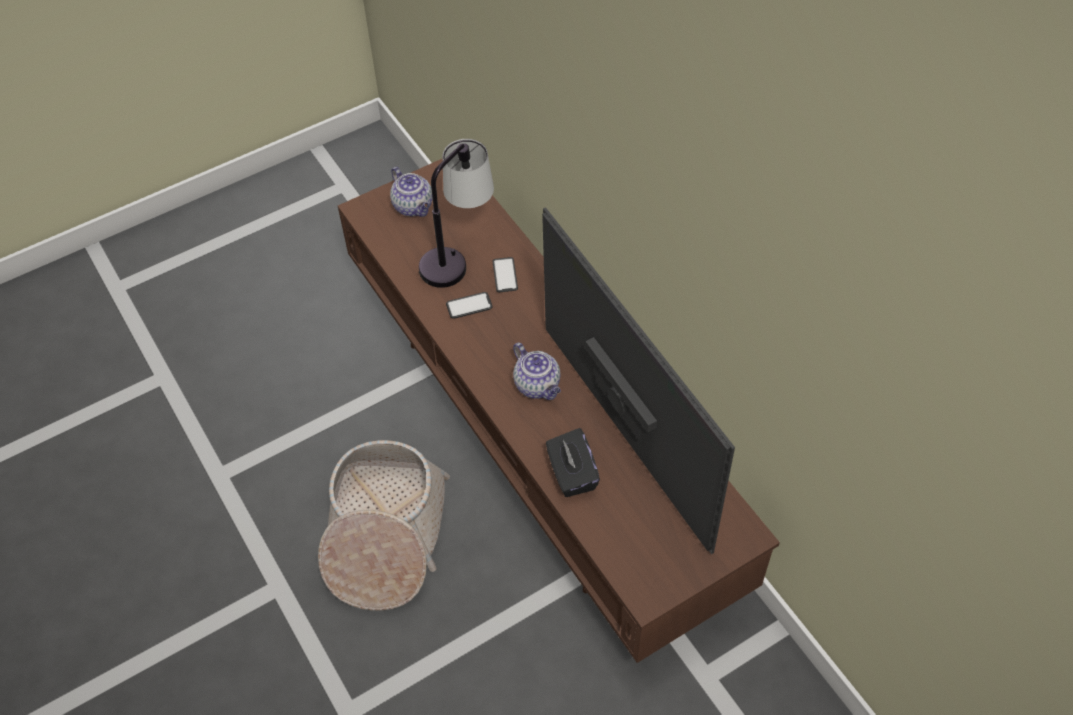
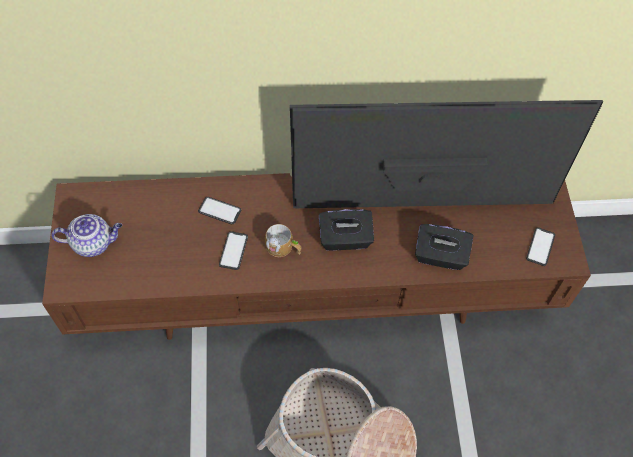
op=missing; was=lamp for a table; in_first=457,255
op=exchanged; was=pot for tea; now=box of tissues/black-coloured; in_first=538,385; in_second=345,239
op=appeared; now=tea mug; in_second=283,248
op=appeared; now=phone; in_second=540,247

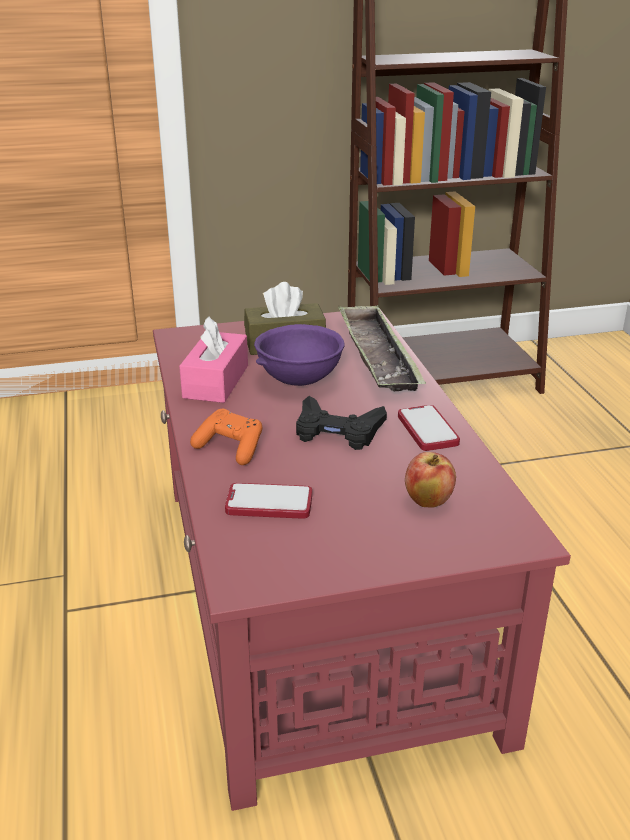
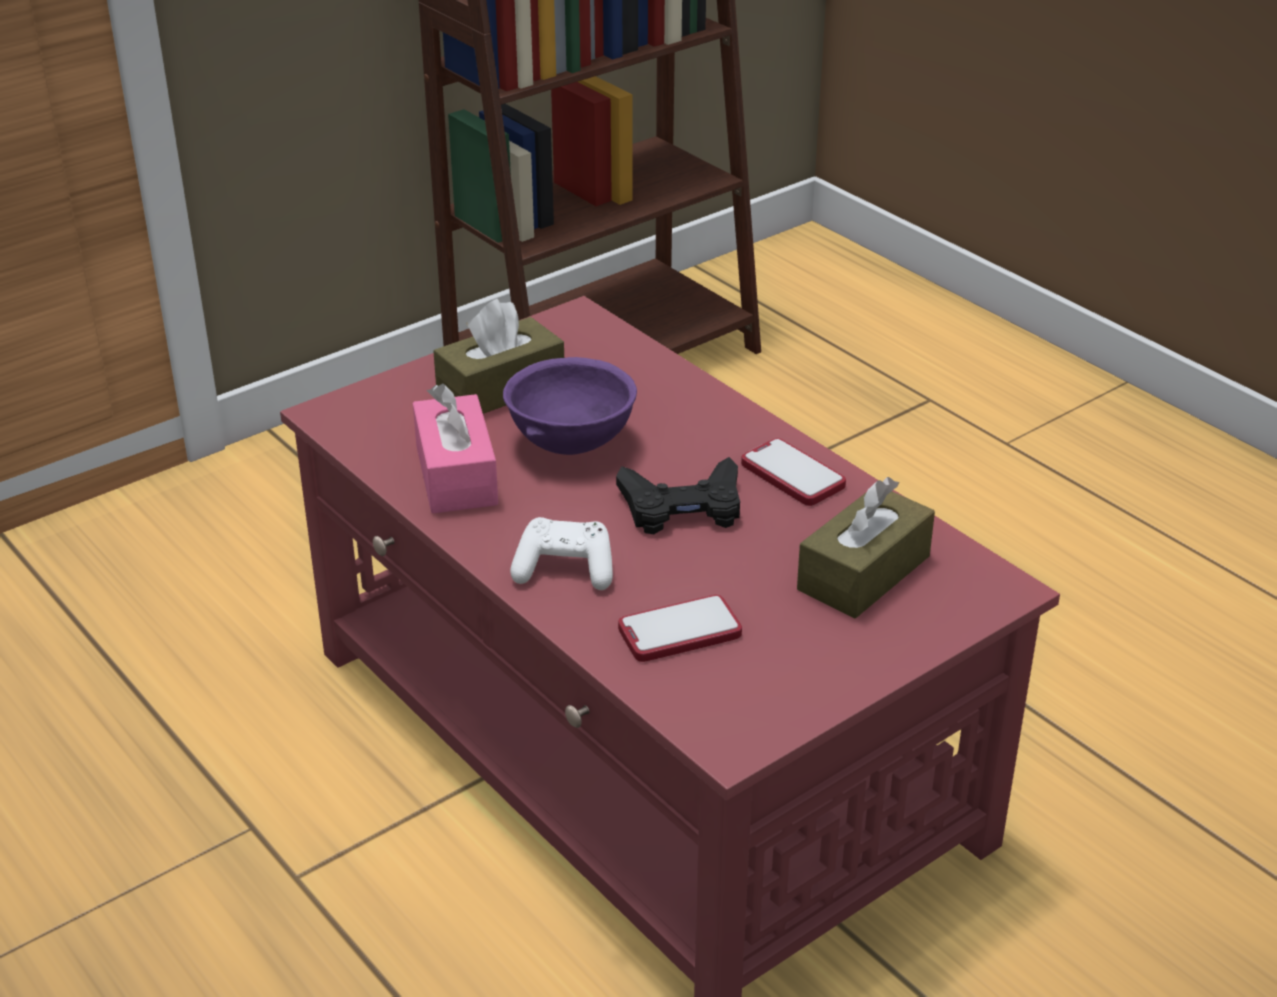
op=missing; was=tray; in_first=377,356
op=colour; was=gamepad/orange-coloured; now=gamepad/white; in_first=230,448; in_second=565,570
op=exchanged; was=whole apple; now=box of tissues/brown-coloured; in_first=428,501; in_second=863,573

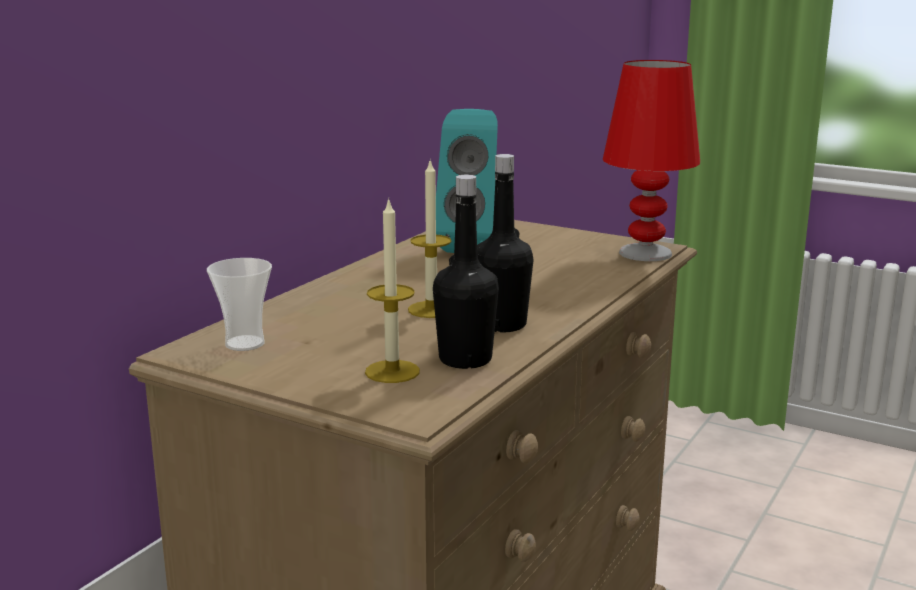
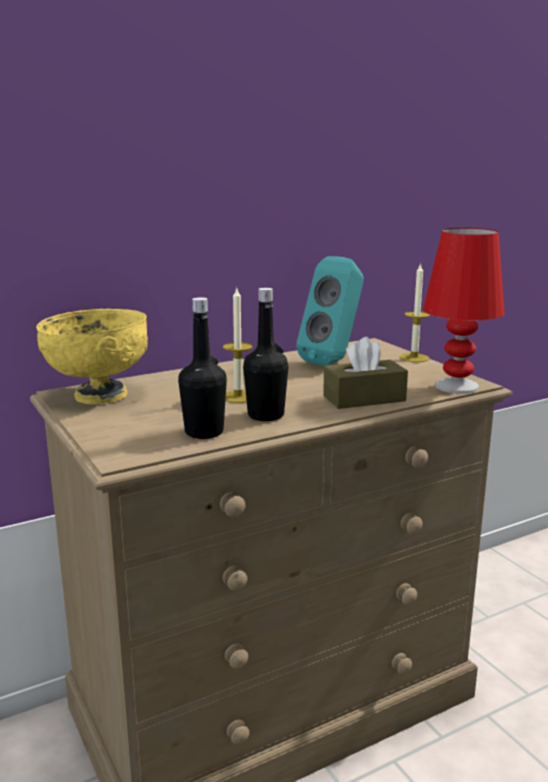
op=relocated; was=candle; in_first=392,371; in_second=414,358
op=exchanged; was=cup; now=bowl/yellowish; in_first=245,344; in_second=99,395
op=appeared; now=box of tissues/brown-coloured; in_second=364,398

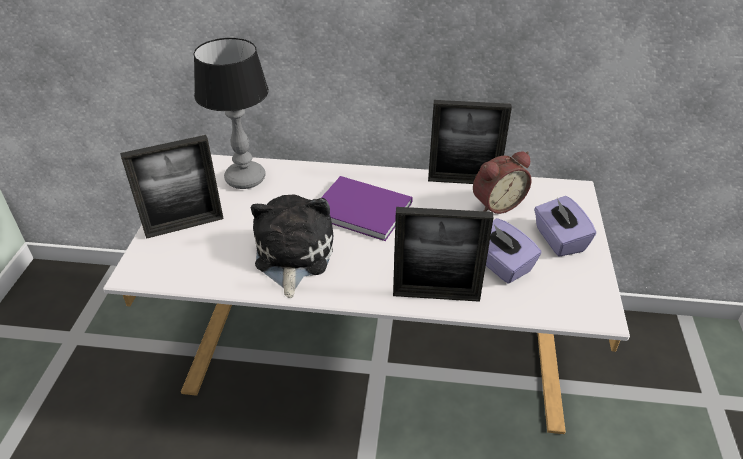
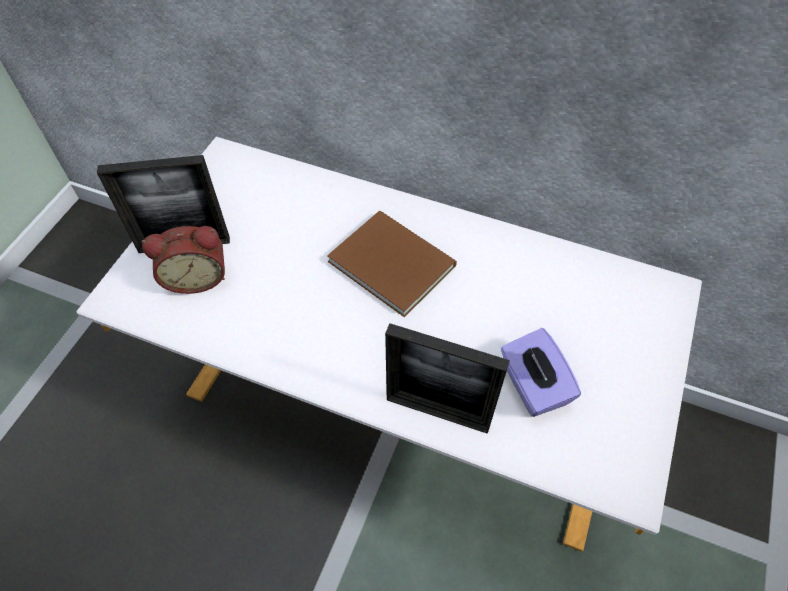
op=missing; was=lamp for a table; in_first=245,178
op=missing; was=picture frame; in_first=463,181
op=relocated; was=table clock; in_first=496,203; in_second=197,277
op=colour; was=book/purple-coloured; now=book/brown-coloured; in_first=360,207; in_second=391,260
op=missing; was=soft toy; in_first=292,256
op=missing; was=box of tissues/purple-coloured; in_first=558,240

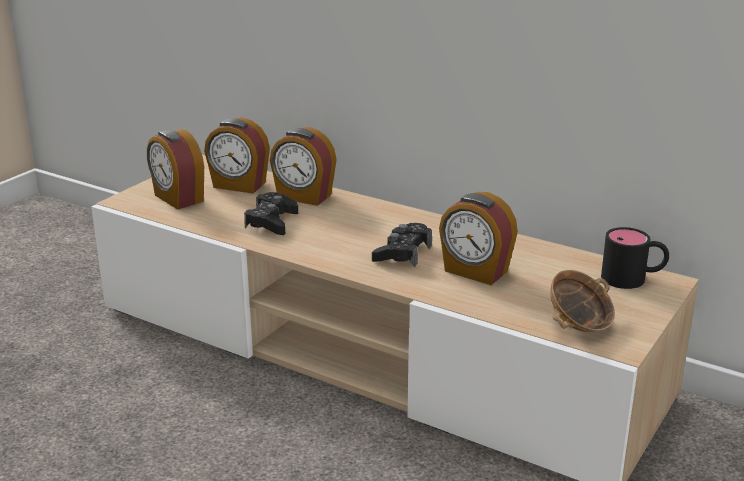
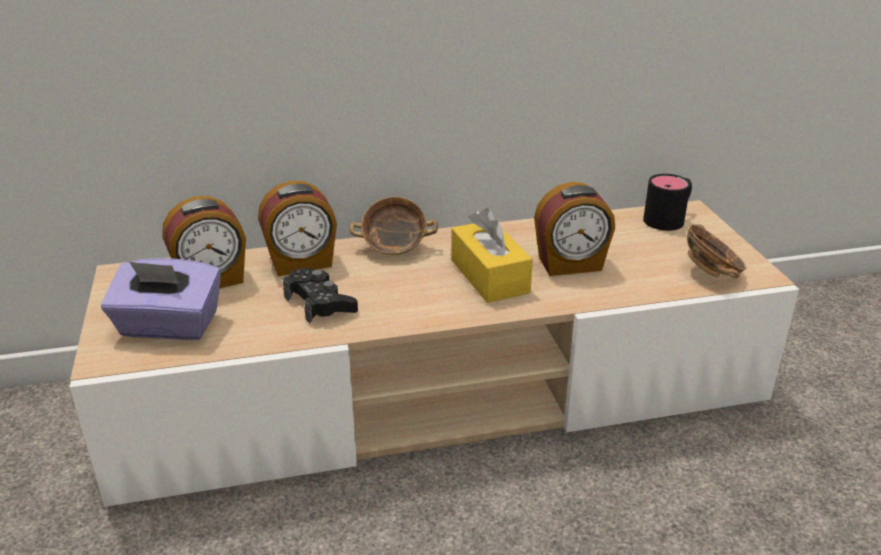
op=exchanged; was=table clock; now=box of tissues/purple-coloured; in_first=177,199; in_second=169,326
op=exchanged; was=gamepad/black-coloured; now=box of tissues/yellowish; in_first=402,253; in_second=489,276
op=appeared; now=bowl; in_second=394,249

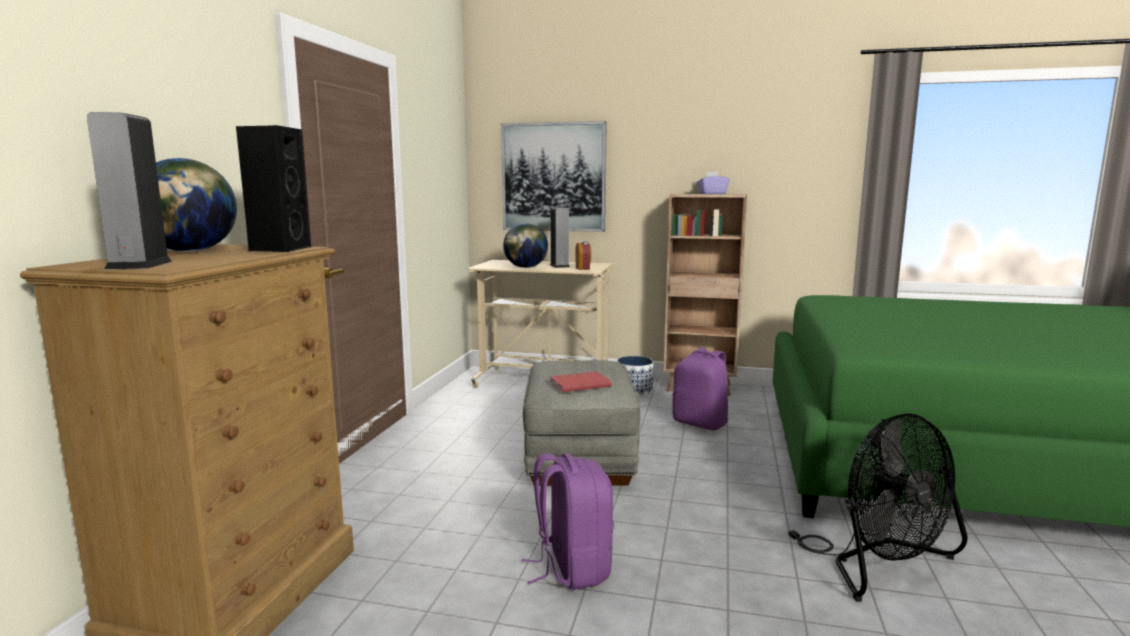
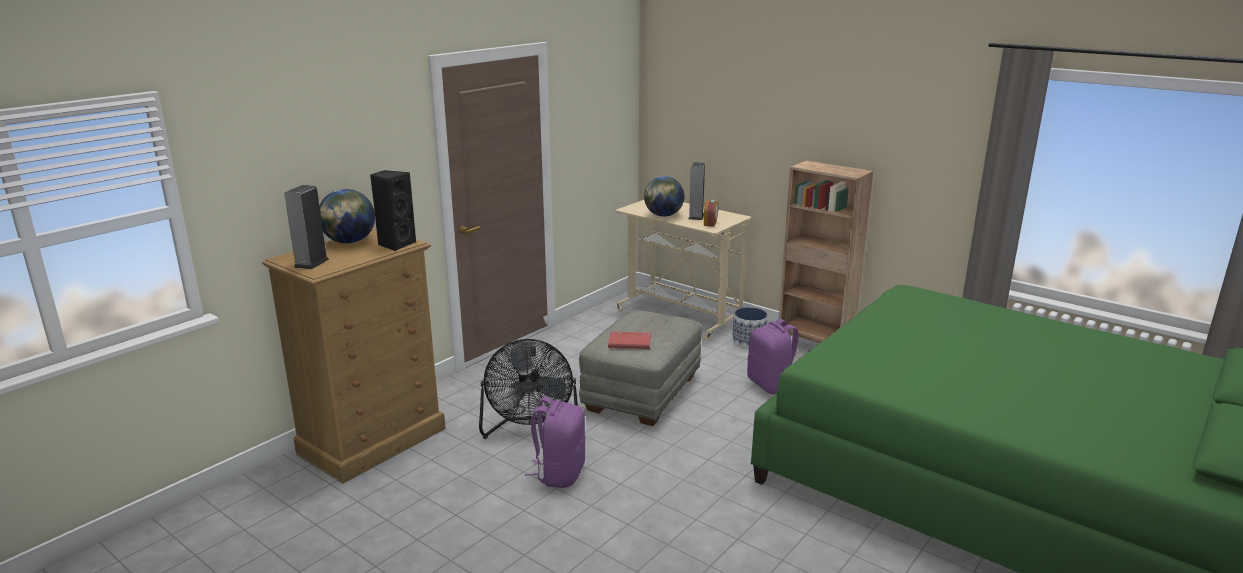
op=missing; was=wall picture; in_first=553,177
op=missing; was=box of tissues/purple-coloured; in_first=712,194
op=relocated; was=electric fan/black-coloured; in_first=875,564; in_second=527,427

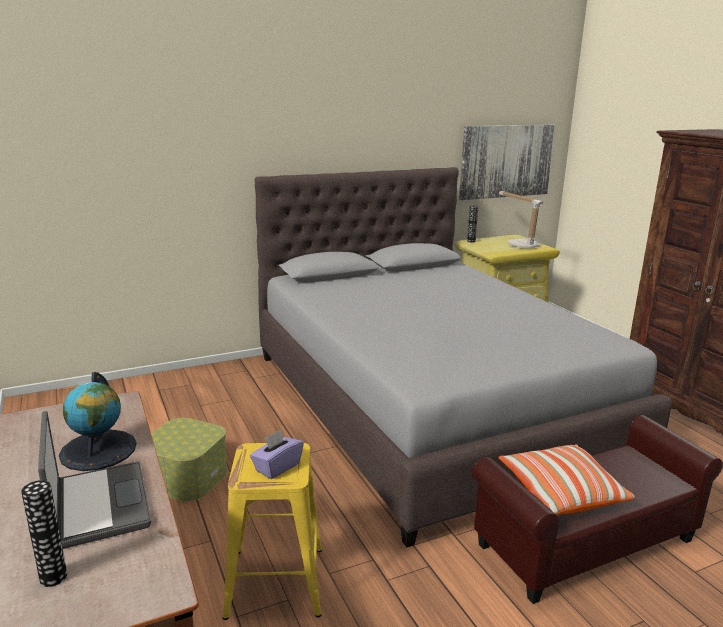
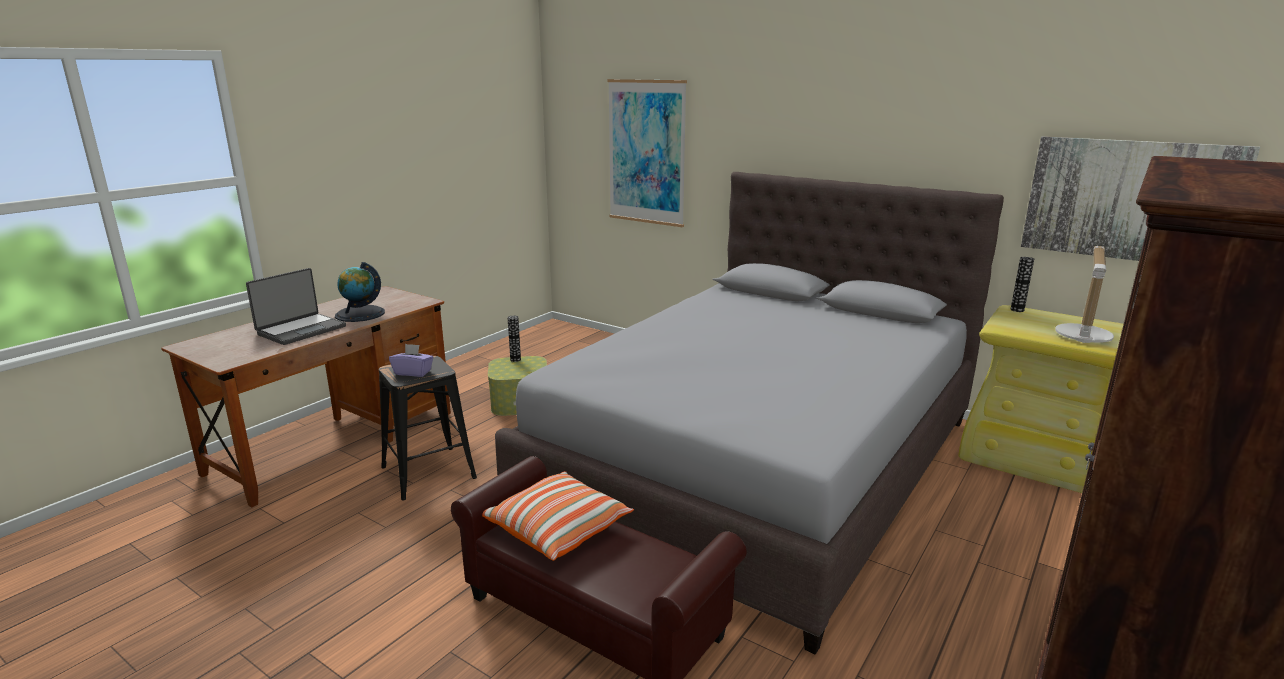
op=colour; was=sitting stool/yellowish; now=sitting stool/black-coloured; in_first=277,581; in_second=428,472
op=relocated; was=vase; in_first=53,577; in_second=515,359
op=appeared; now=wall picture; in_second=646,153

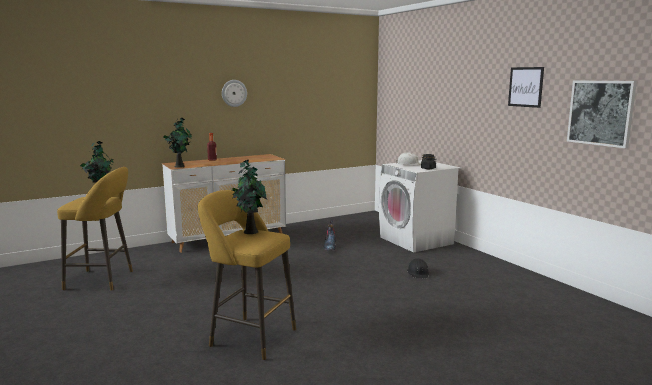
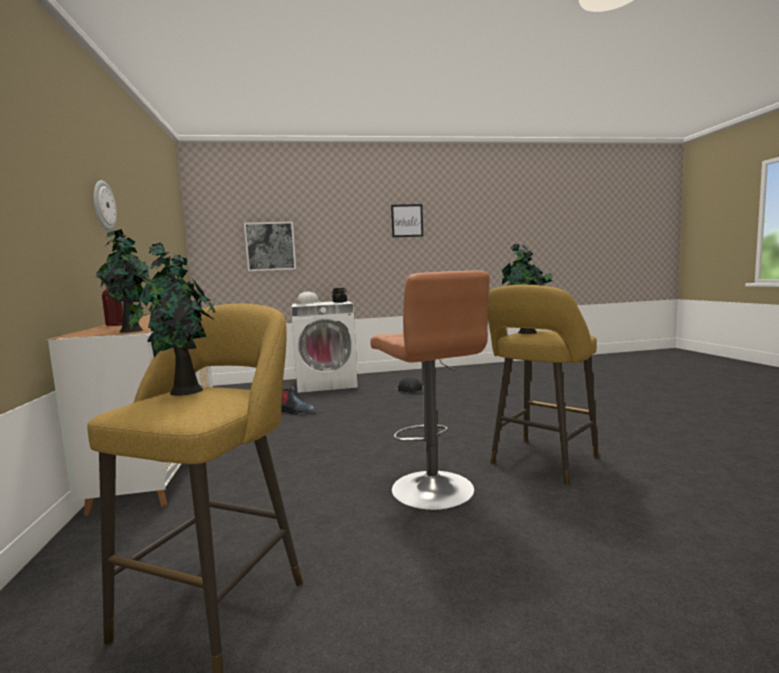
op=relocated; was=wall picture; in_first=600,112; in_second=270,246
op=appeared; now=sitting stool/brown-coloured; in_second=432,490

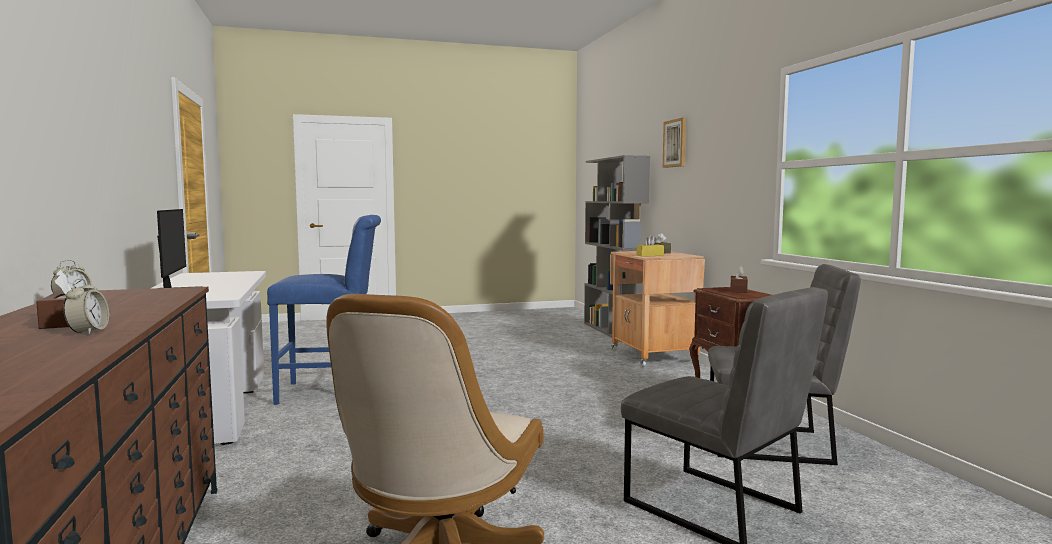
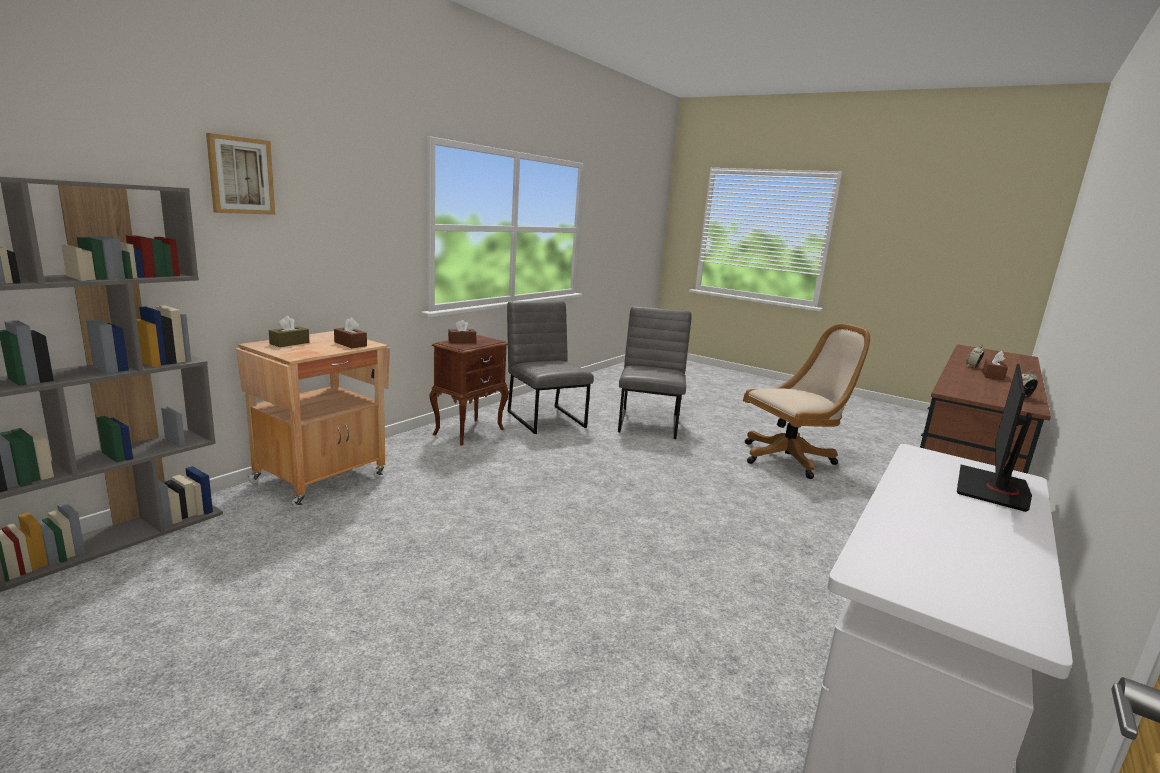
op=missing; was=sitting stool/bluish; in_first=331,392
op=colour; was=box of tissues/yellowish; now=box of tissues/brown-coloured; in_first=650,255; in_second=350,344

